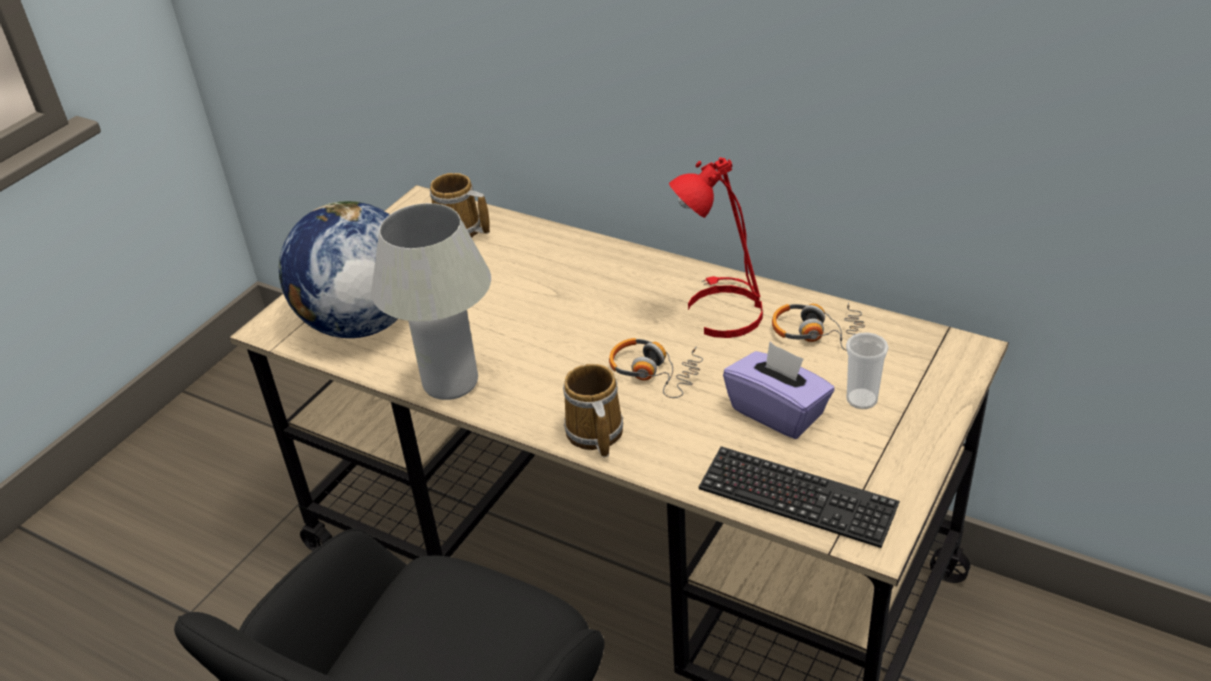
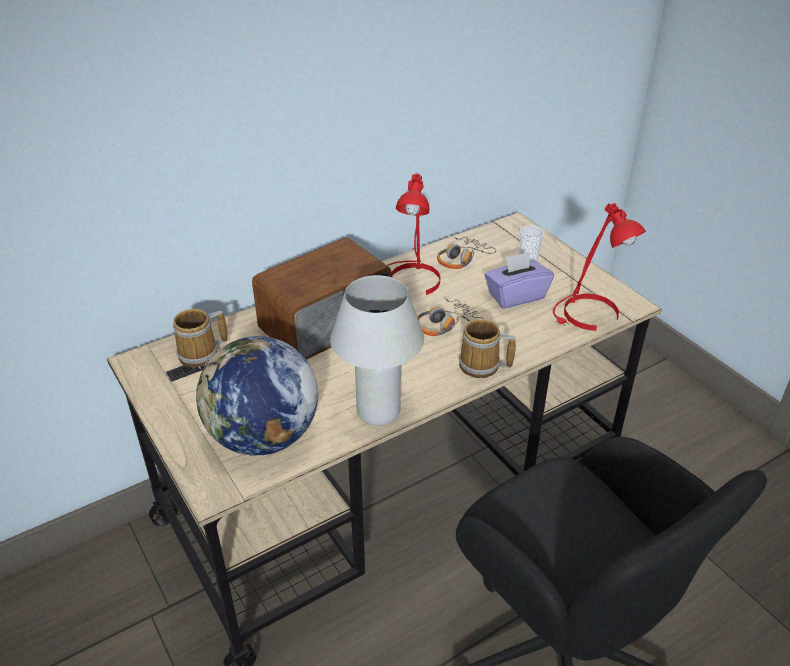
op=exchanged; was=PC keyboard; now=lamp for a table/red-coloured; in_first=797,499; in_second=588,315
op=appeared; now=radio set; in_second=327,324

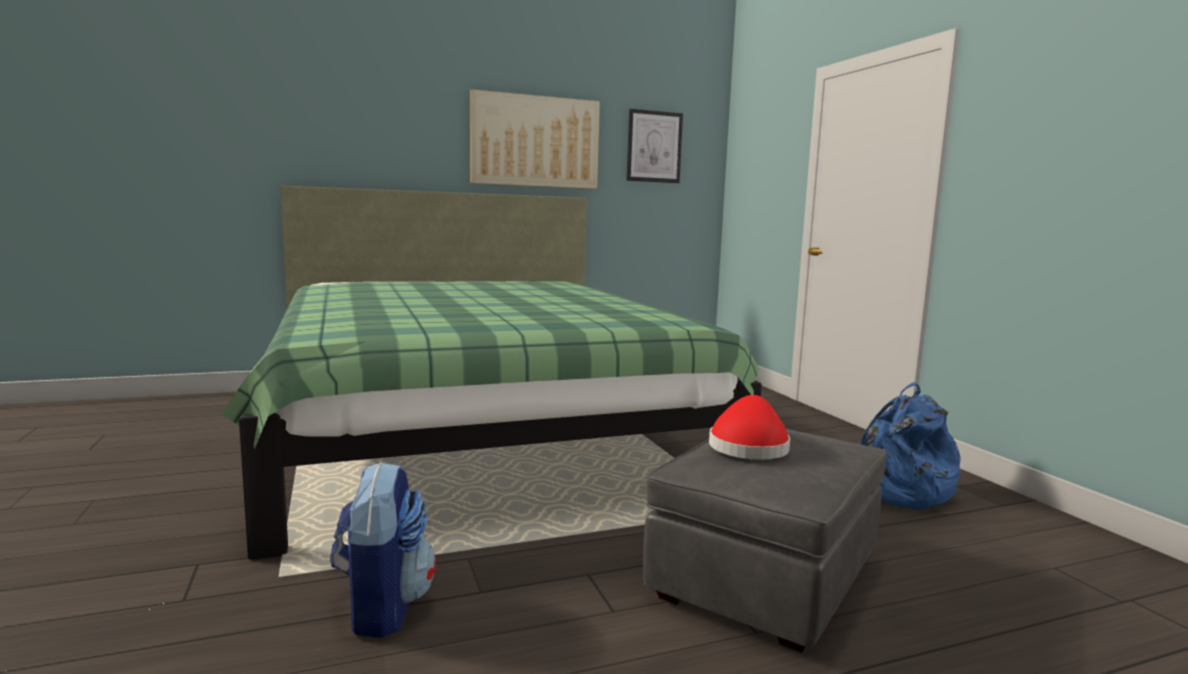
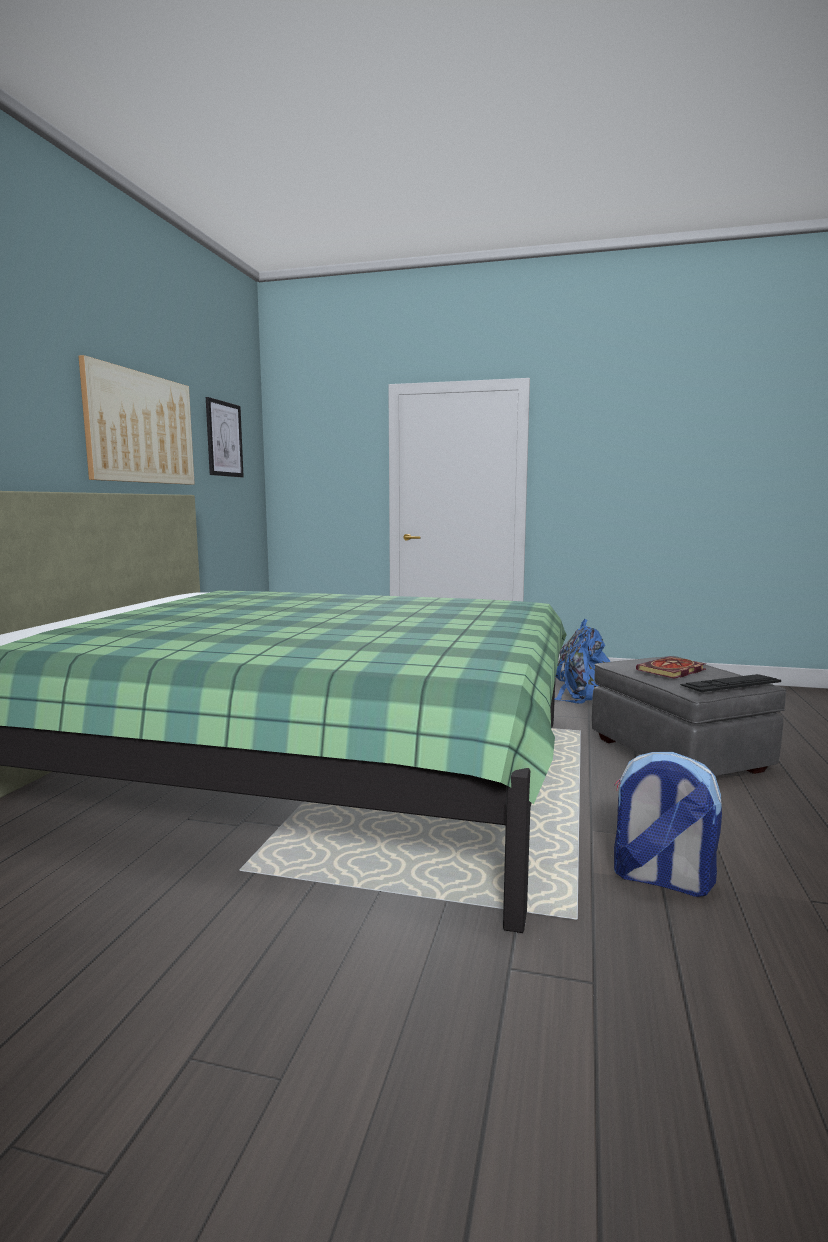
op=exchanged; was=wearable hat/red-coloured; now=book; in_first=748,446; in_second=671,671
op=appeared; now=PC keyboard; in_second=731,683

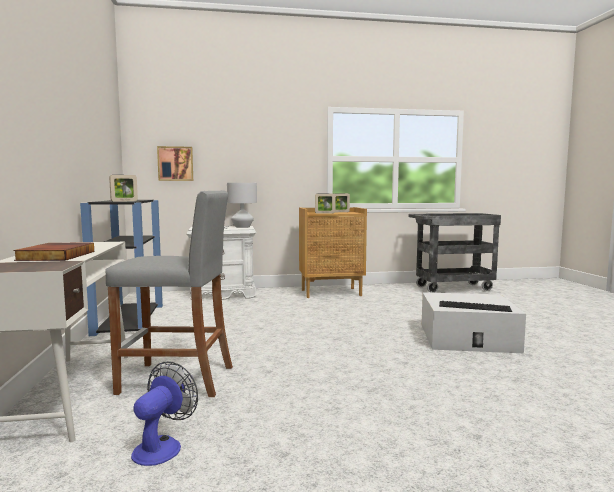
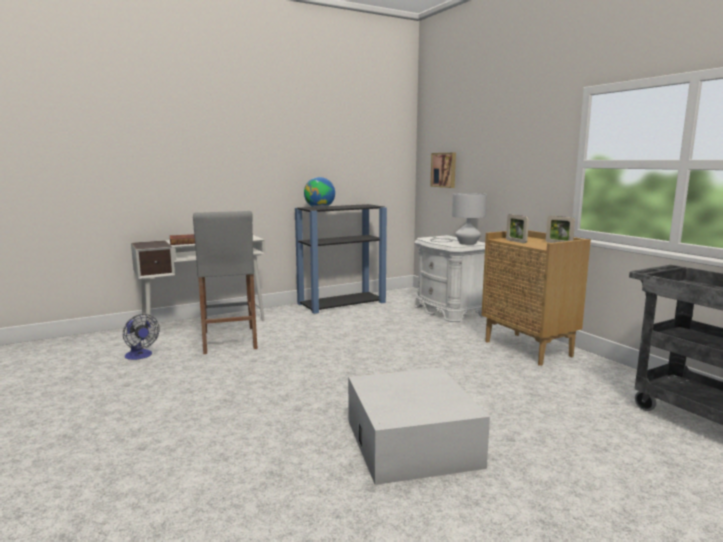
op=exchanged; was=picture frame; now=desk globe; in_first=124,201; in_second=320,208
op=missing; was=PC keyboard; in_first=475,306
op=spun; was=electric fan; in_first=162,446; in_second=140,356; clockwise=45

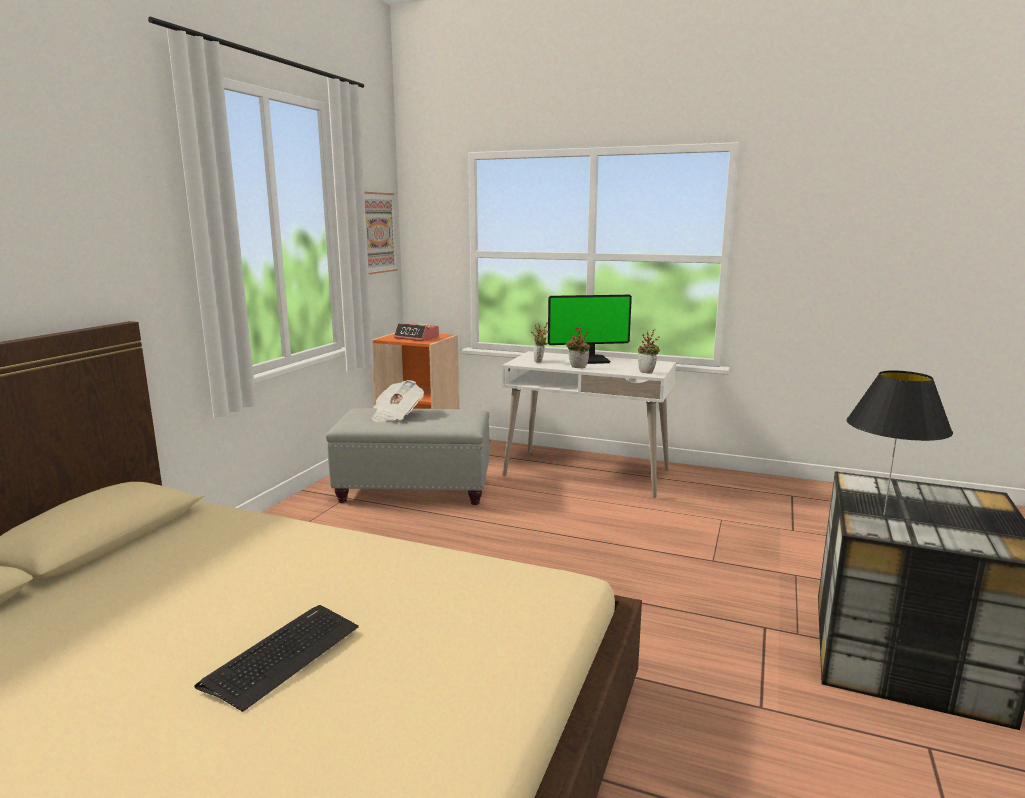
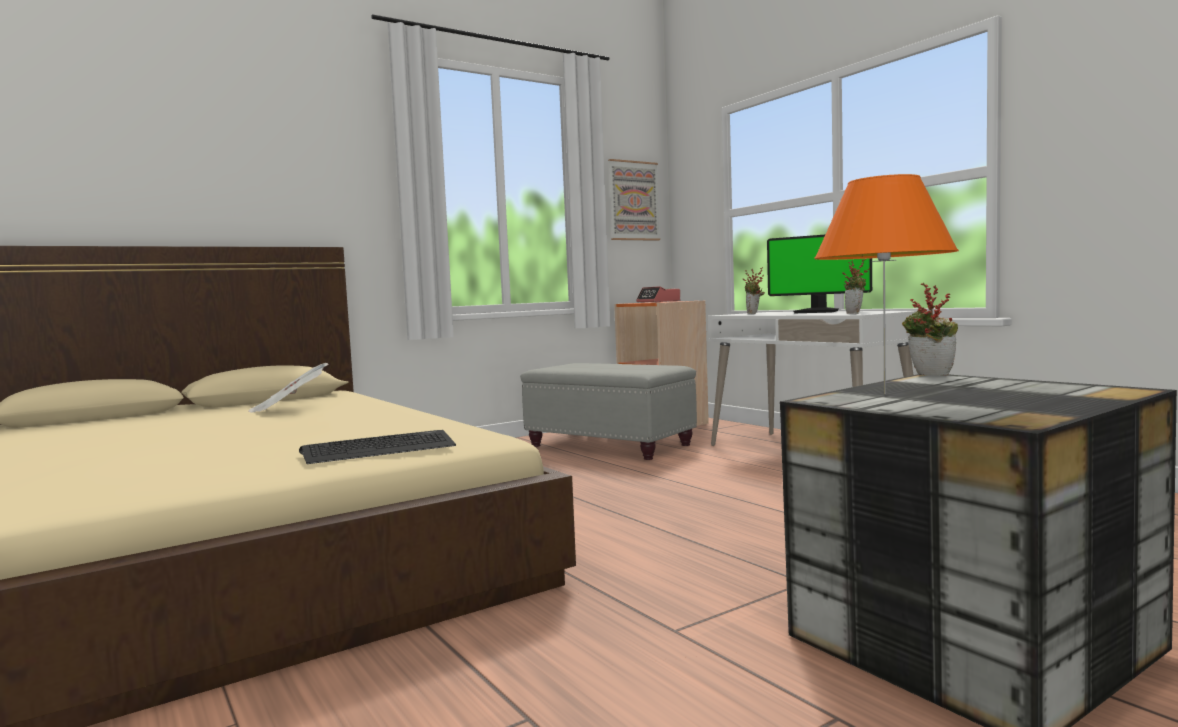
op=relocated; was=potted plant; in_first=577,368; in_second=928,375
op=colour; was=lamp for a table/black-coloured; now=lamp for a table/orange-coloured; in_first=884,515; in_second=885,394
op=relocated; was=printed paper; in_first=396,415; in_second=289,409
op=relocated; was=PC keyboard; in_first=282,655; in_second=379,450

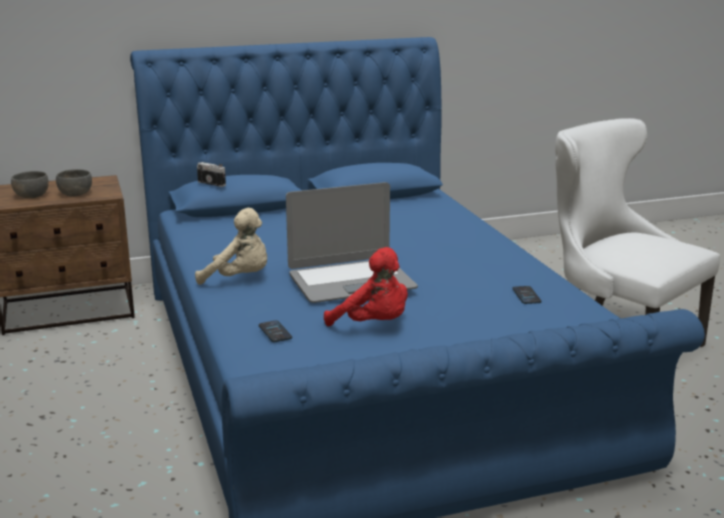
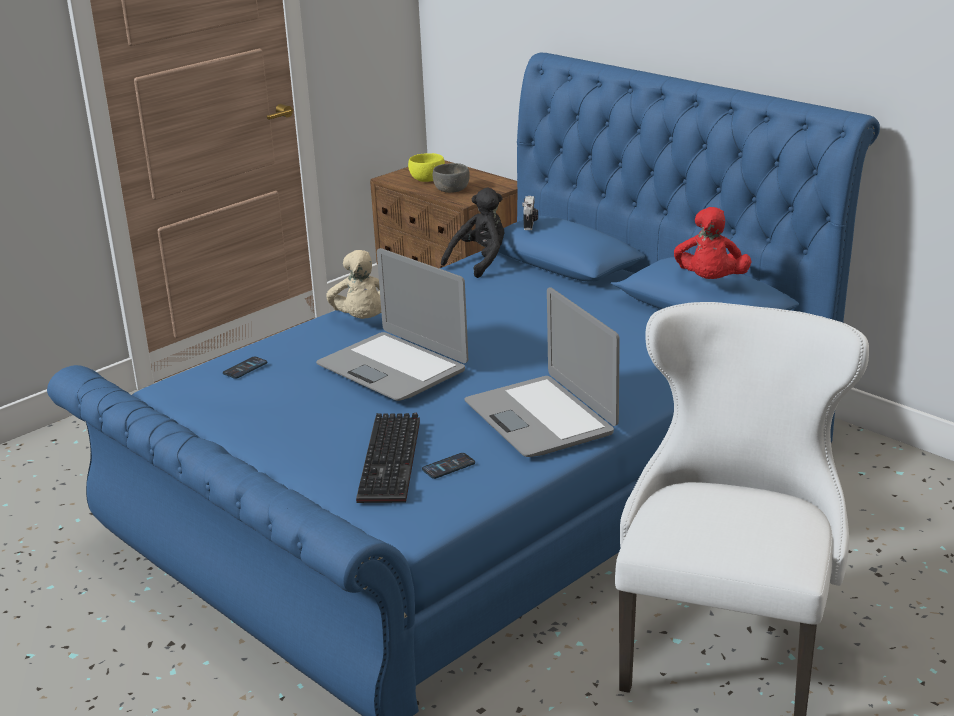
op=colour; was=bowl/greyish; now=bowl/yellowish; in_first=31,196; in_second=427,179
op=relocated; was=soft toy/red-coloured; in_first=373,325; in_second=710,282
op=appeared; now=soft toy/black-coloured; in_second=480,262
op=appeared; now=laptop; in_second=541,417
op=appeared; now=PC keyboard; in_second=392,462

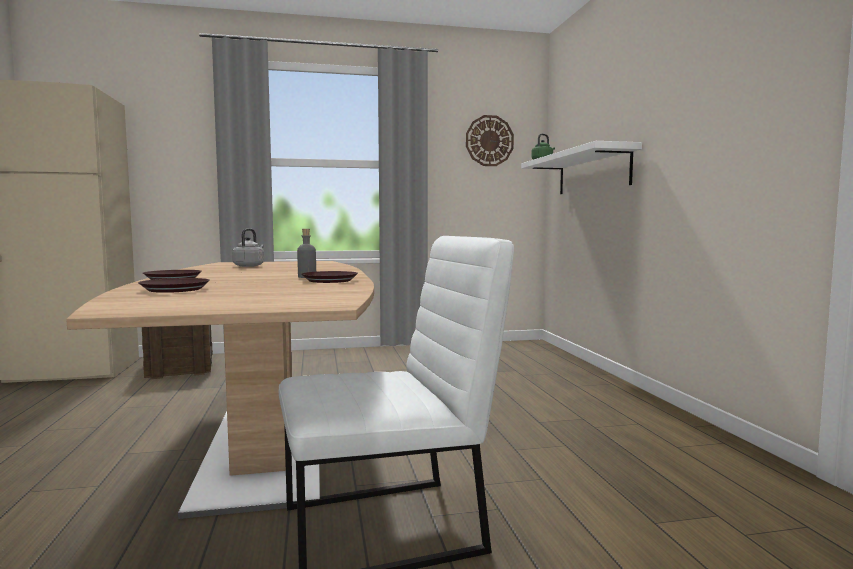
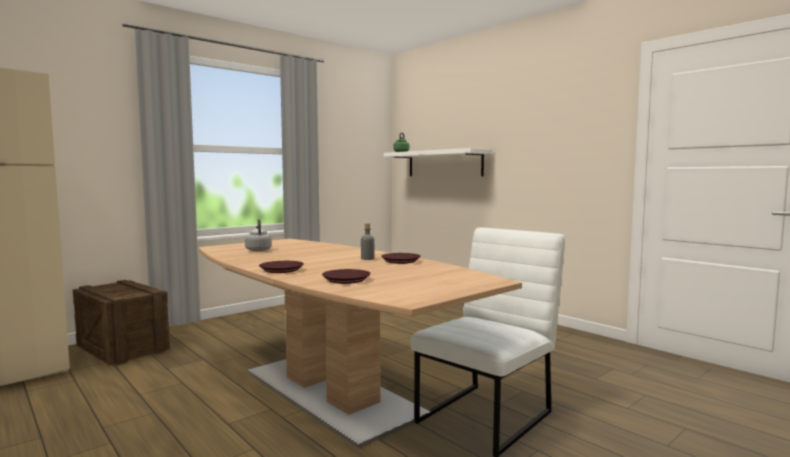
op=missing; was=hanging clock; in_first=489,141

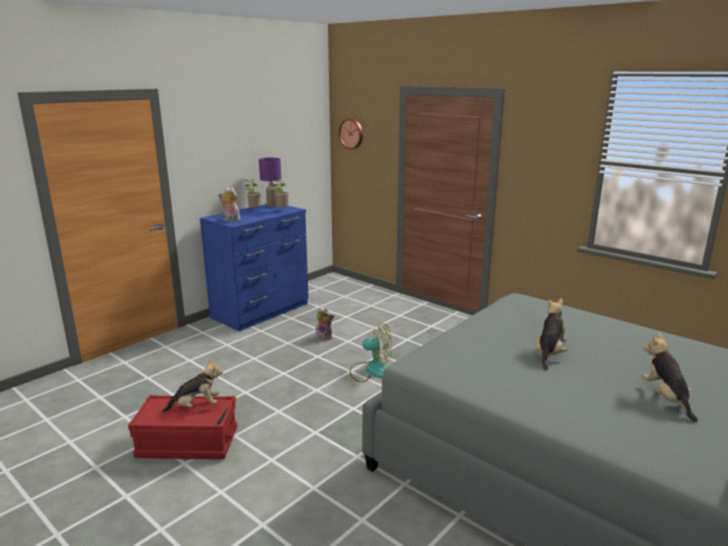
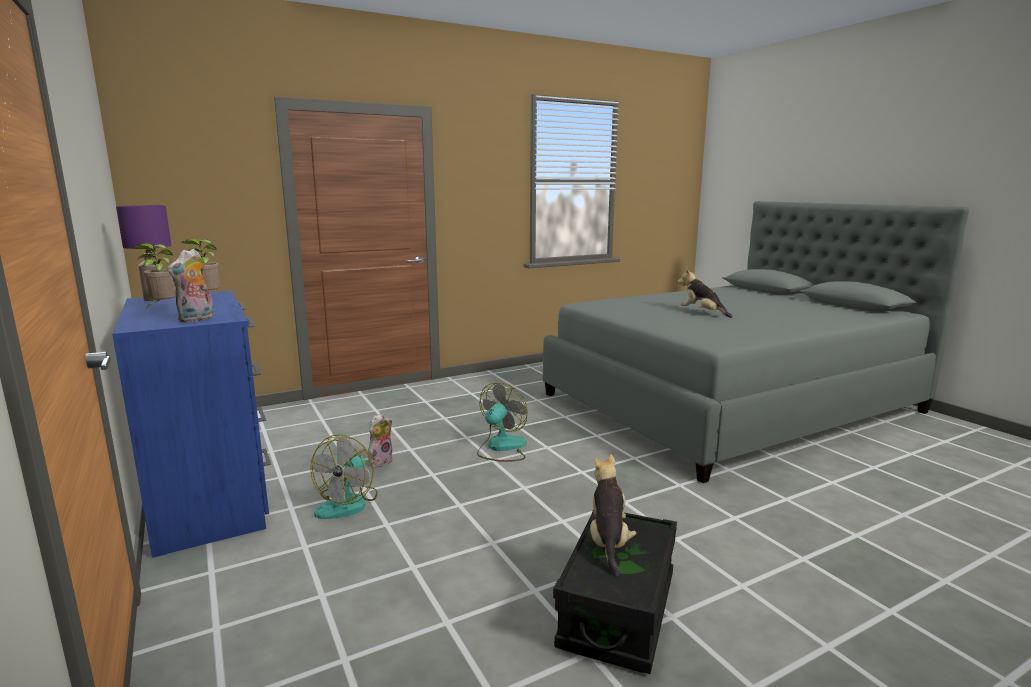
op=missing; was=hanging clock; in_first=351,133
op=missing; was=soft toy; in_first=666,398
op=colour; was=storage container/red-coloured; now=storage container/black-coloured; in_first=188,443; in_second=618,610
op=appeared; now=electric fan; in_second=348,503

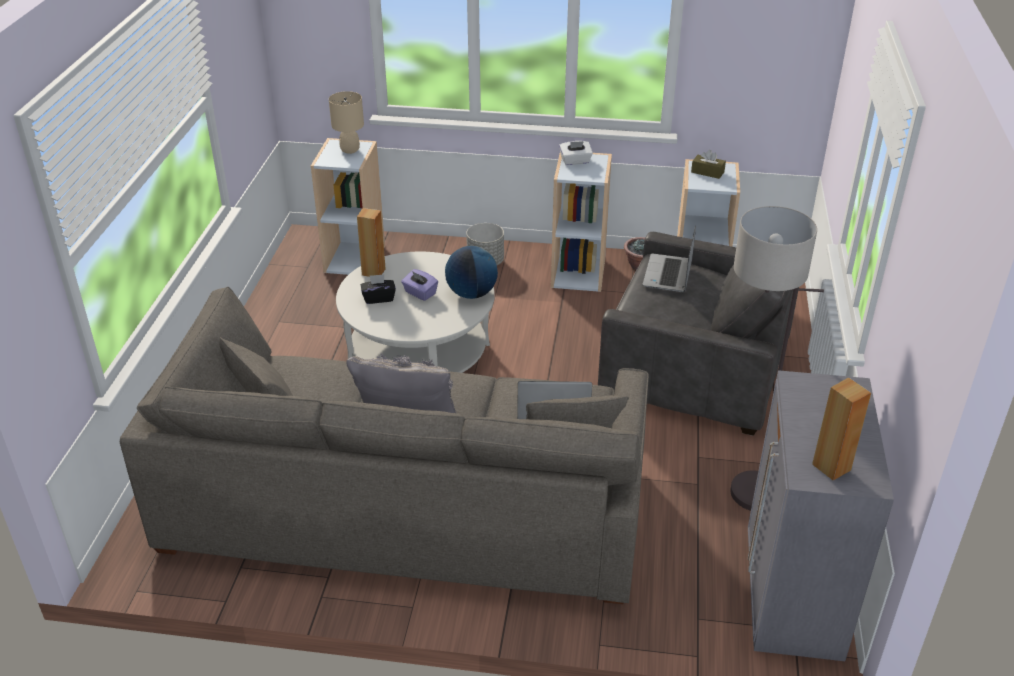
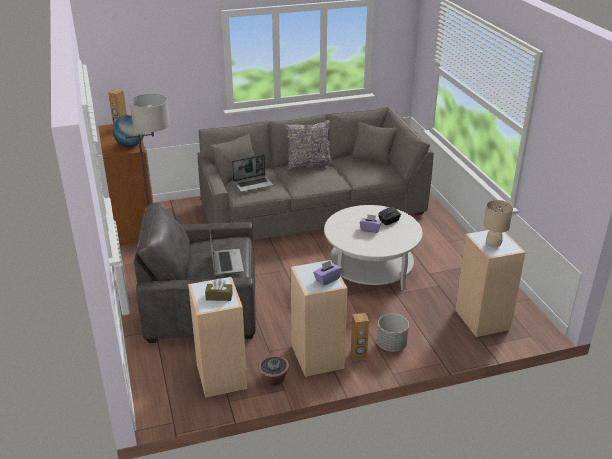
op=colour; was=box of tissues/white; now=box of tissues/purple-coloured; in_first=575,161; in_second=327,279
op=relocated; was=speaker/brown-coloured; in_first=373,272; in_second=358,356
op=relocated; was=desk globe; in_first=471,294; in_second=130,145
op=colour; was=cabinet/greyish; now=cabinet/brown-coloured; in_first=793,590; in_second=133,224

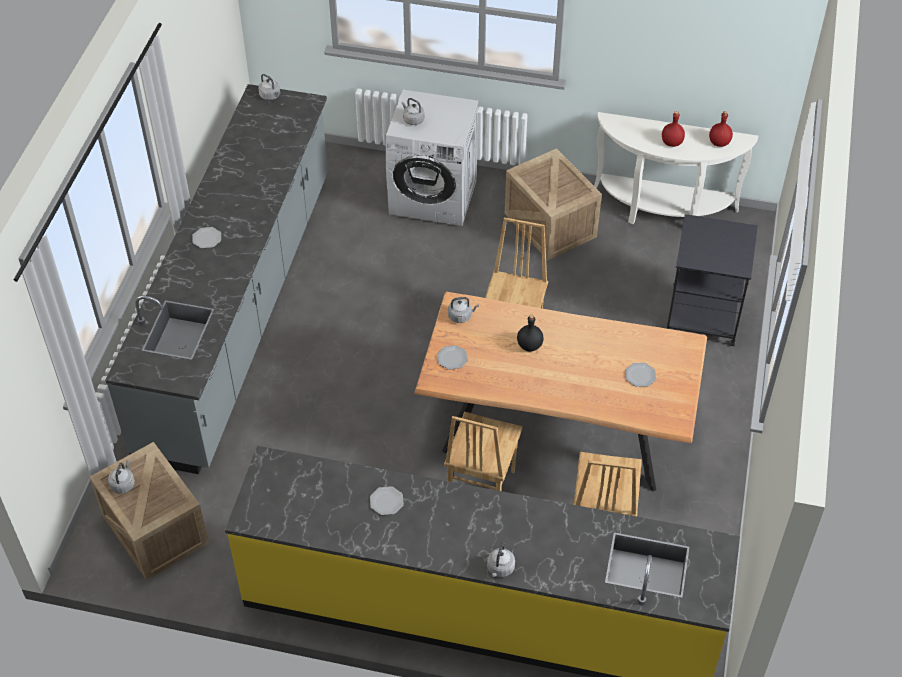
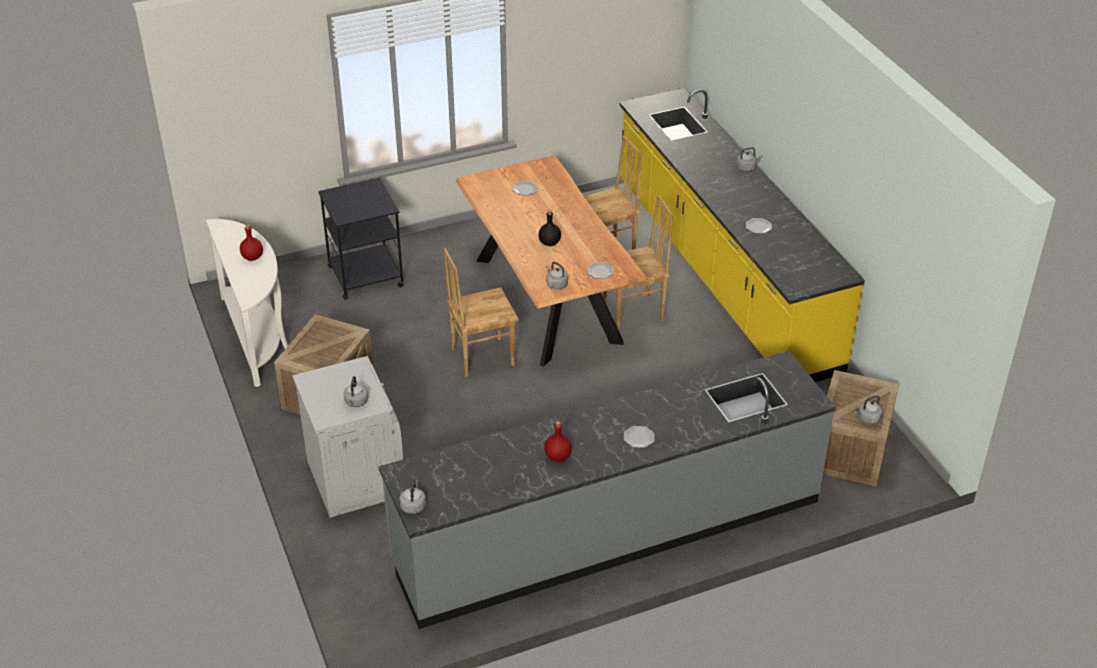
op=relocated; was=bottle/red-coloured; in_first=719,142; in_second=557,457

